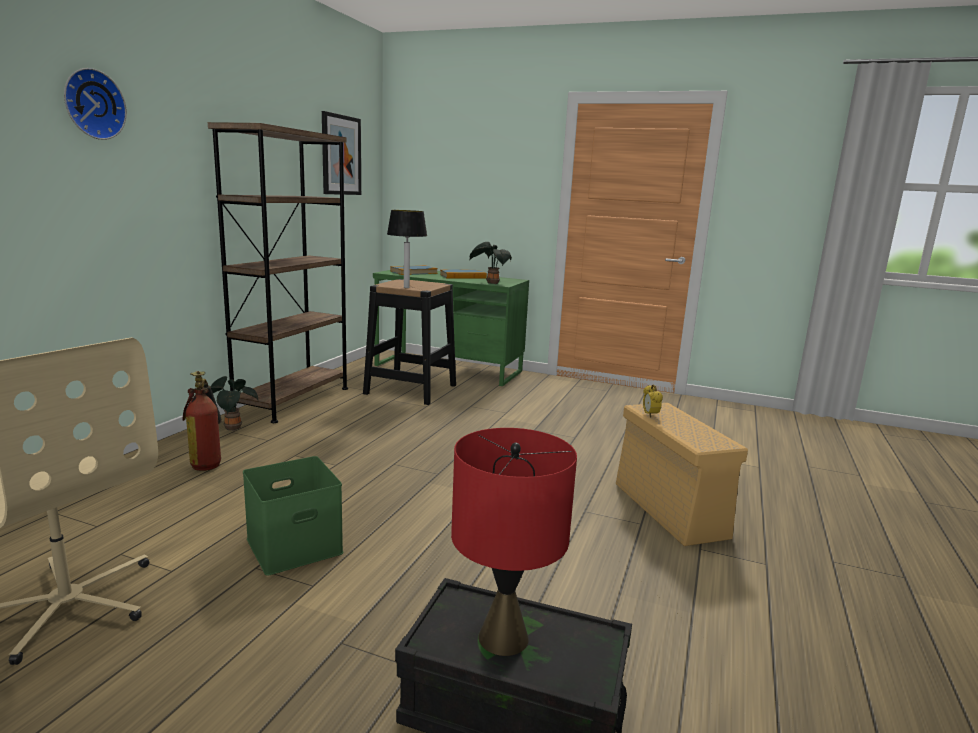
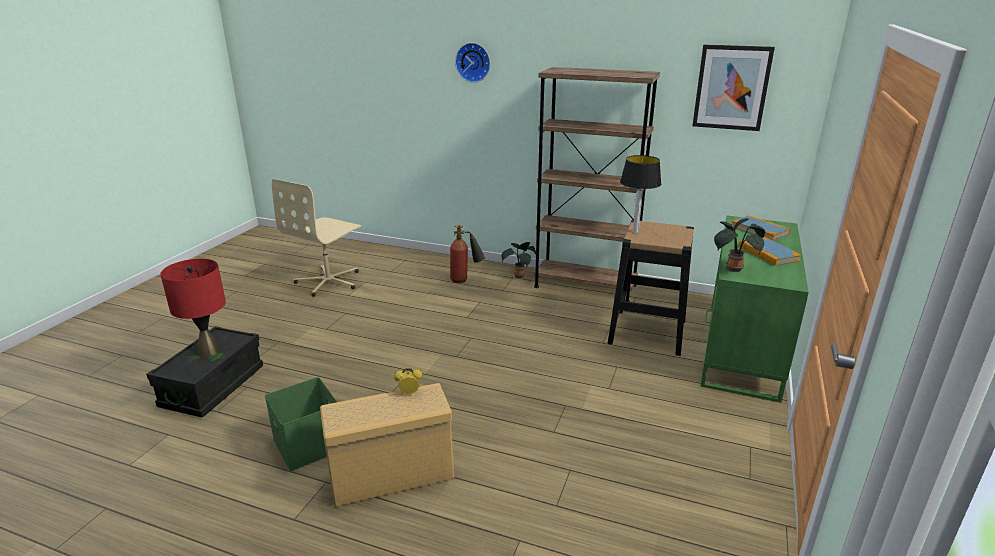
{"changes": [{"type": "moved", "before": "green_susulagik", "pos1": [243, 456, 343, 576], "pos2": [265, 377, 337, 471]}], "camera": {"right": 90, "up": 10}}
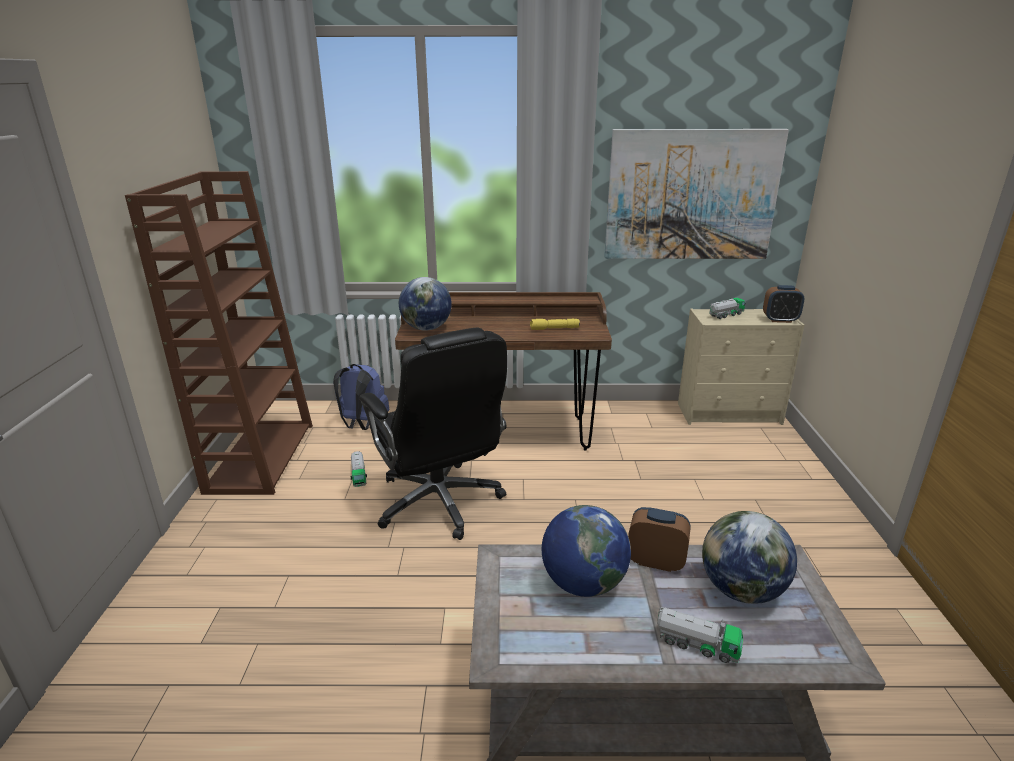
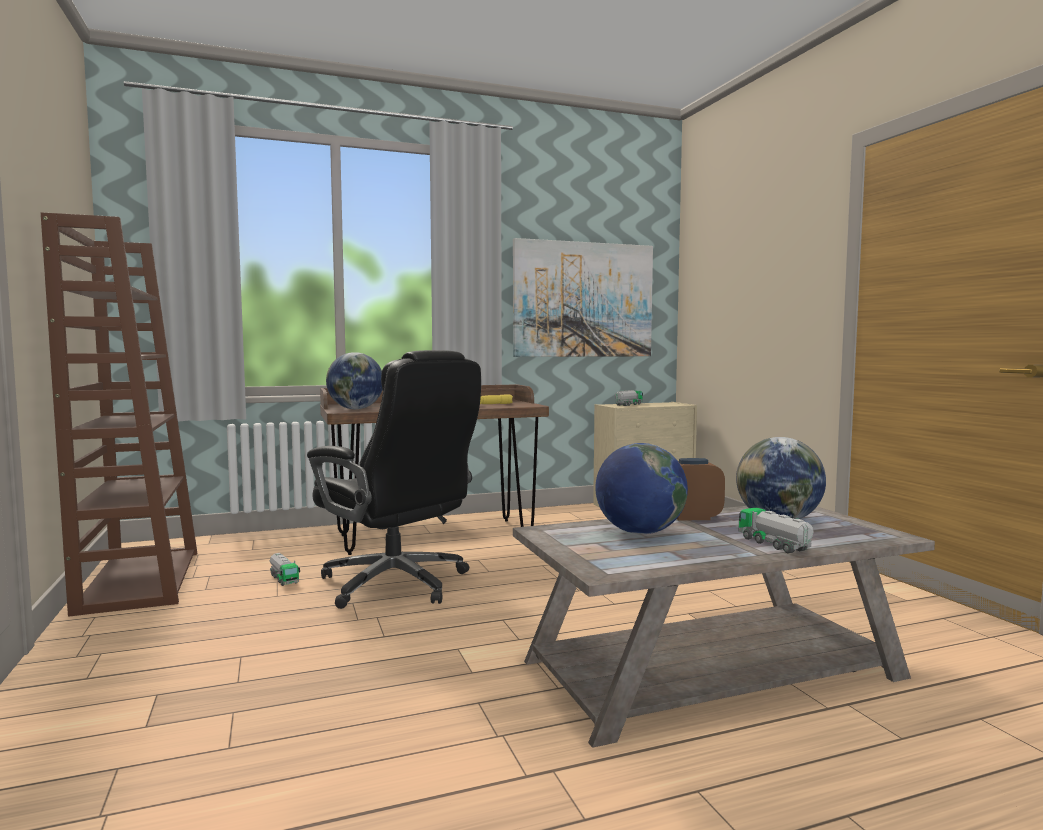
{"changes": [{"type": "turned", "before": "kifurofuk", "pos1": [657, 607, 743, 663], "pos2": [738, 508, 814, 553], "turn": -120}, {"type": "removed", "before": "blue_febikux", "pos1": [333, 364, 389, 430]}, {"type": "removed", "before": "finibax", "pos1": [763, 285, 804, 323]}], "camera": {"right": -20, "up": -20}}
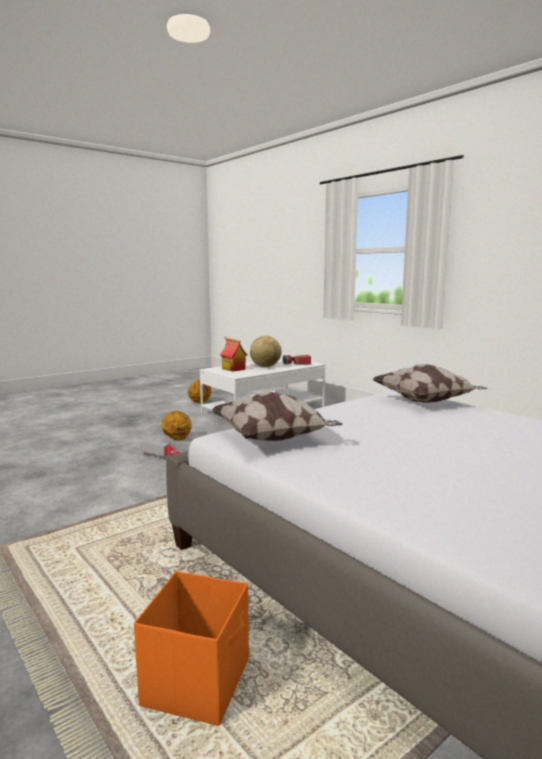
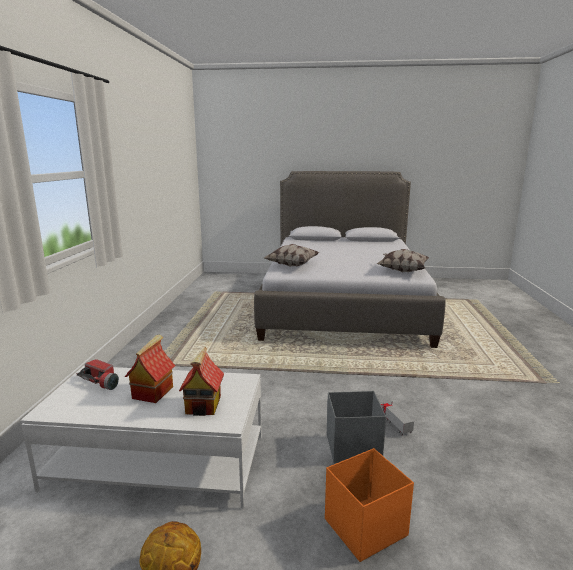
{"changes": [{"type": "replaced", "before": "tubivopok", "after": "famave", "pos1": [250, 336, 281, 367], "pos2": [125, 334, 175, 403]}, {"type": "moved", "before": "orange_susulagik", "pos1": [134, 571, 249, 726], "pos2": [325, 448, 414, 562]}, {"type": "replaced", "before": "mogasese", "after": "grey_susulagik", "pos1": [162, 411, 192, 441], "pos2": [327, 391, 386, 463]}], "camera": {"right": -135, "up": 5}}
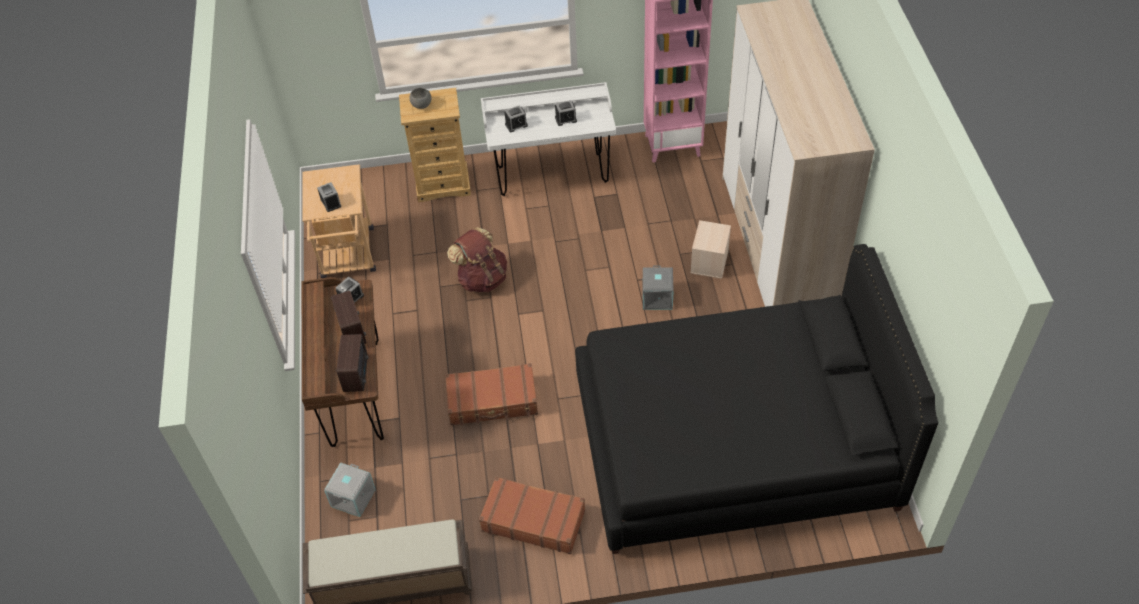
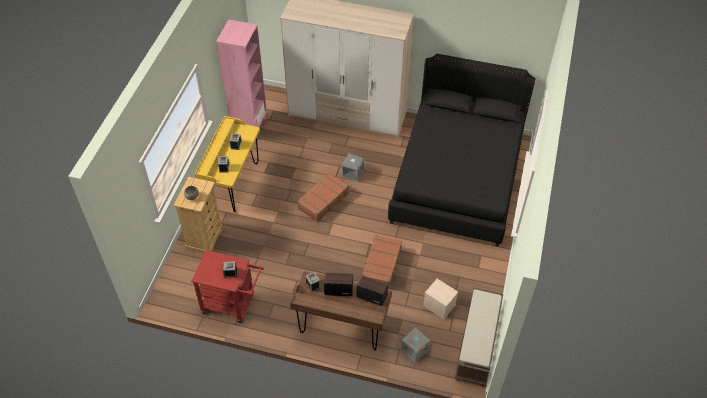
{"changes": [{"type": "recoloured", "before": "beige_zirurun", "after": "red_zirurun", "pos1": [302, 164, 376, 278], "pos2": [191, 250, 264, 323]}, {"type": "recoloured", "before": "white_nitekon", "after": "yellow_nitekon", "pos1": [481, 82, 616, 196], "pos2": [195, 116, 260, 213]}, {"type": "moved", "before": "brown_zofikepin", "pos1": [479, 477, 585, 554], "pos2": [297, 173, 349, 222]}, {"type": "moved", "before": "beige_susulagik", "pos1": [690, 220, 731, 279], "pos2": [423, 279, 458, 319]}, {"type": "removed", "before": "brown_febikux", "pos1": [447, 227, 507, 292]}], "camera": {"right": -70, "up": 0}}
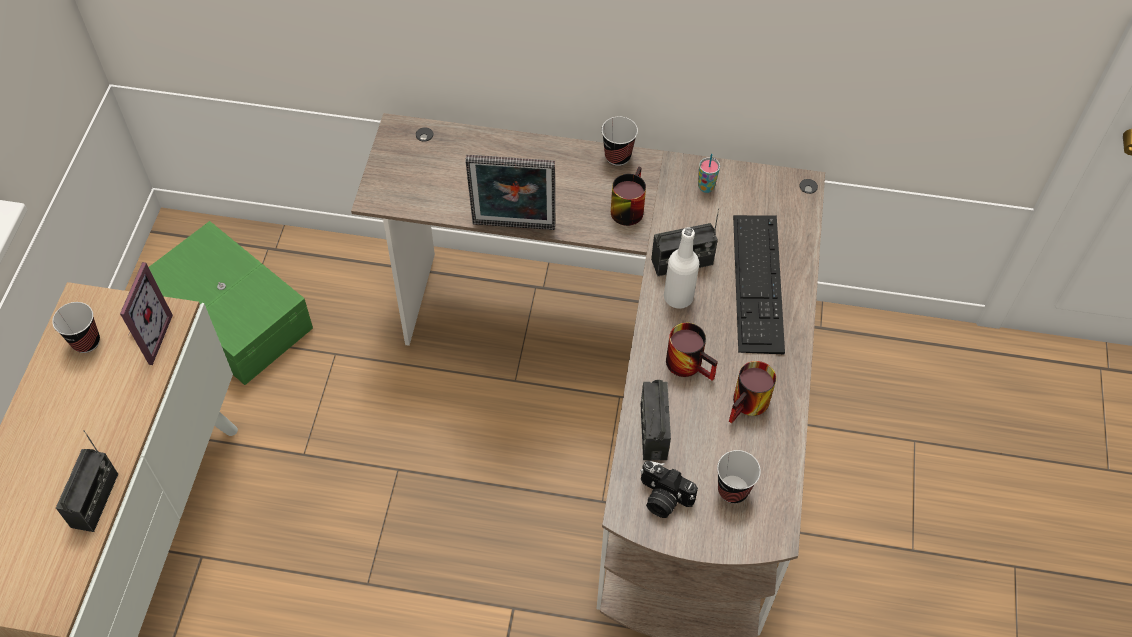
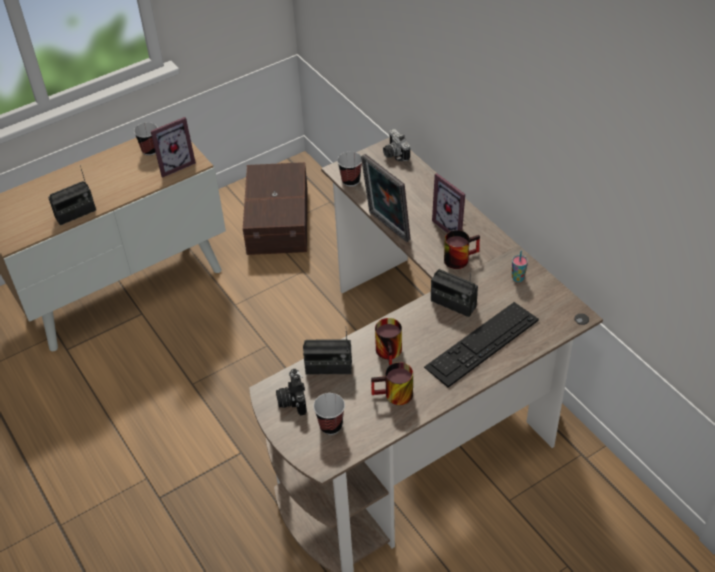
{"changes": [{"type": "recoloured", "before": "green_susulagik", "after": "brown_susulagik", "pos1": [149, 221, 313, 385], "pos2": [243, 162, 308, 255]}, {"type": "turned", "before": "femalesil", "pos1": [640, 380, 671, 460], "pos2": [303, 331, 352, 374], "turn": -135}, {"type": "moved", "before": "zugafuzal", "pos1": [602, 117, 638, 166], "pos2": [337, 152, 362, 187]}, {"type": "added", "after": "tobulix", "pos2": [383, 129, 410, 161]}, {"type": "added", "after": "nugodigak", "pos2": [432, 173, 465, 233]}, {"type": "removed", "before": "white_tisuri", "pos1": [664, 227, 699, 309]}], "camera": {"right": 50, "up": -10}}
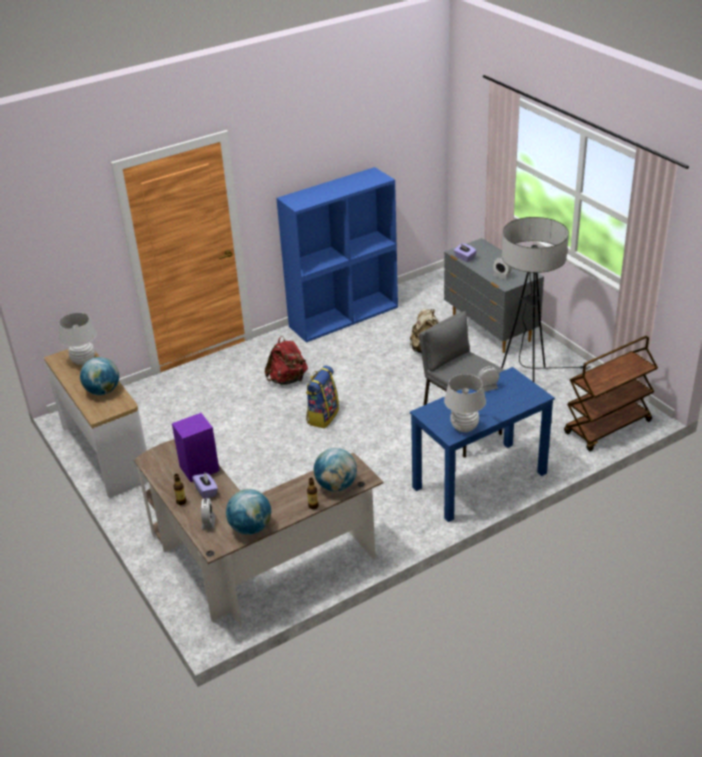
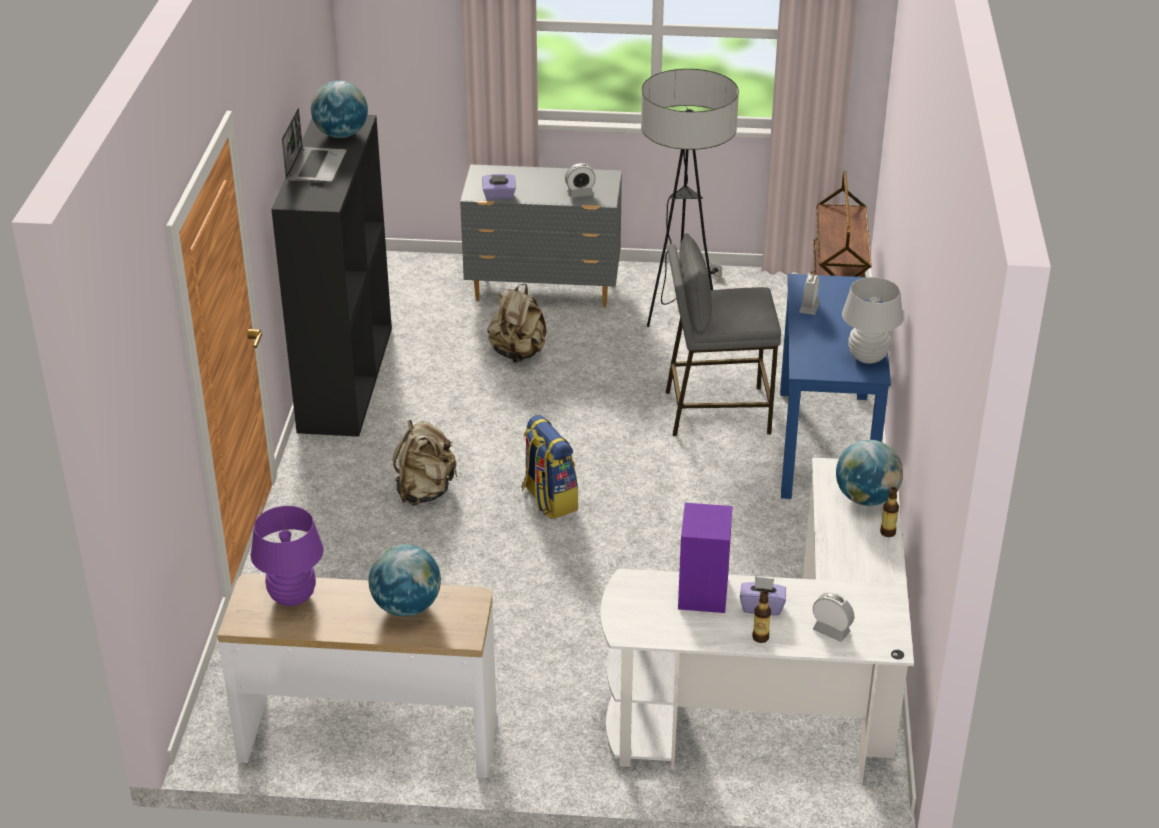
{"changes": [{"type": "recoloured", "before": "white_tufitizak", "after": "purple_tufitizak", "pos1": [59, 313, 97, 365], "pos2": [251, 506, 324, 606]}, {"type": "recoloured", "before": "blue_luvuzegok", "after": "black_luvuzegok", "pos1": [276, 167, 398, 343], "pos2": [271, 115, 392, 437]}, {"type": "added", "after": "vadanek", "pos2": [282, 108, 347, 183]}, {"type": "moved", "before": "tubivopok", "pos1": [226, 489, 271, 535], "pos2": [311, 81, 368, 138]}, {"type": "recoloured", "before": "red_febikux", "after": "beige_febikux", "pos1": [265, 336, 308, 385], "pos2": [393, 420, 458, 505]}, {"type": "recoloured", "before": "brown_nitekon", "after": "white_nitekon", "pos1": [134, 439, 383, 626], "pos2": [601, 457, 914, 781]}], "camera": {"right": -55, "up": 0}}
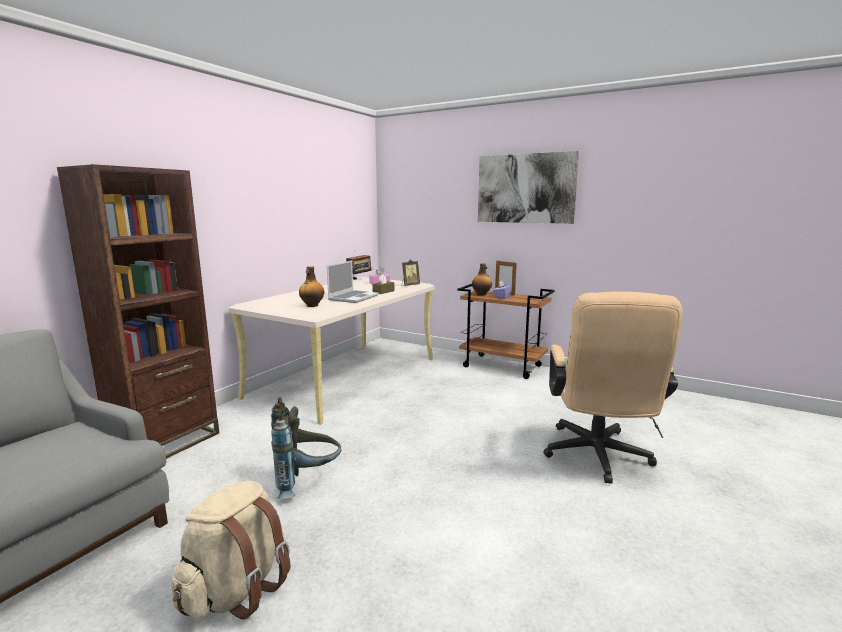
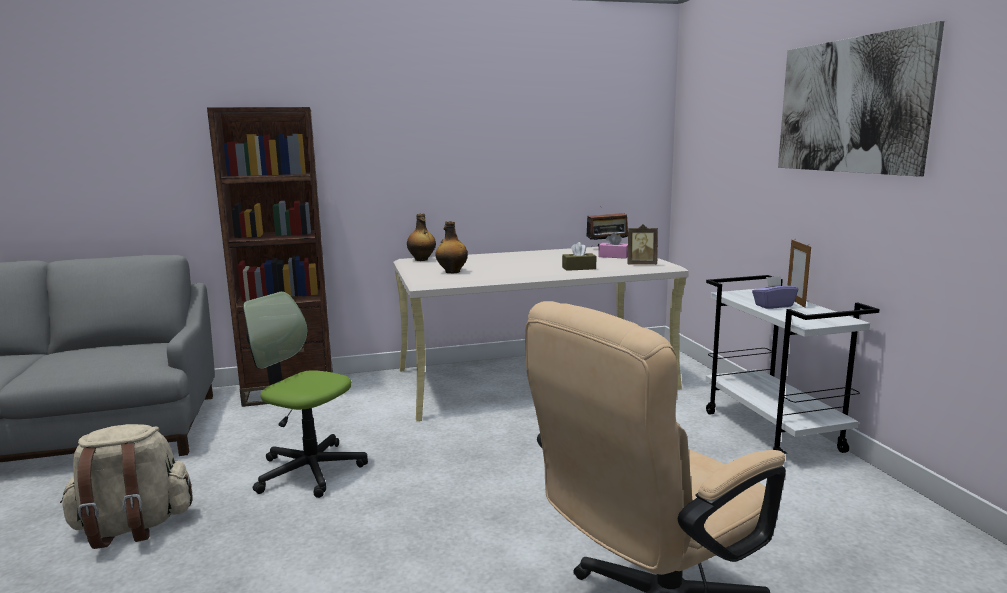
{"changes": [{"type": "replaced", "before": "grey_febikux", "after": "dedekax", "pos1": [271, 397, 341, 499], "pos2": [243, 292, 368, 498]}, {"type": "moved", "before": "tisuri", "pos1": [472, 263, 492, 296], "pos2": [407, 213, 436, 261]}, {"type": "recoloured", "before": "brown_zirurun", "after": "white_zirurun", "pos1": [457, 284, 555, 379], "pos2": [706, 275, 880, 454]}, {"type": "removed", "before": "vadanek", "pos1": [327, 261, 379, 303]}], "camera": {"right": 45, "up": 0}}
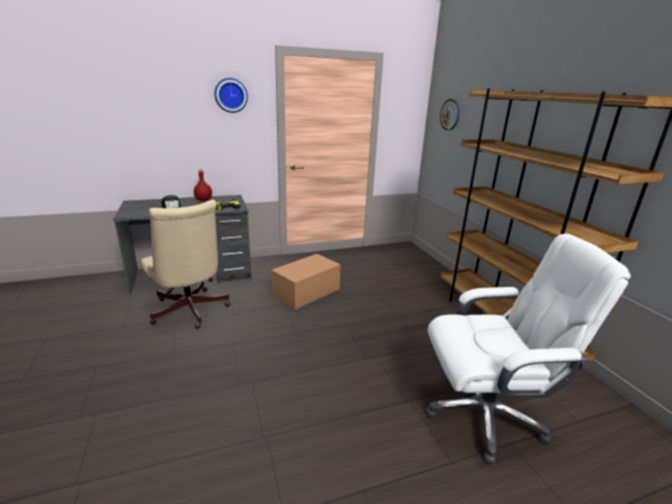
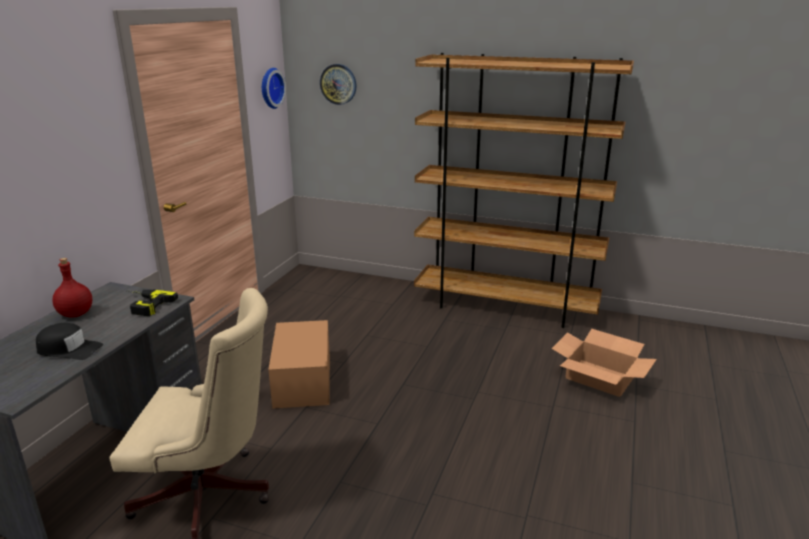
{"changes": [{"type": "moved", "before": "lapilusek", "pos1": [215, 78, 248, 113], "pos2": [262, 68, 286, 109]}, {"type": "replaced", "before": "white_dedekax", "after": "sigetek", "pos1": [425, 234, 631, 464], "pos2": [551, 329, 657, 397]}], "camera": {"right": -50, "up": 0}}
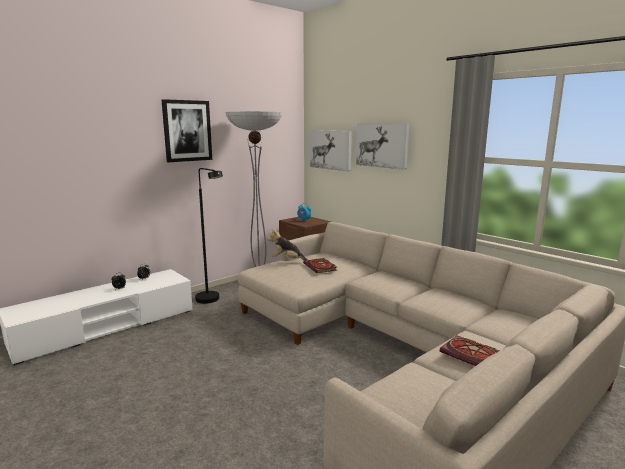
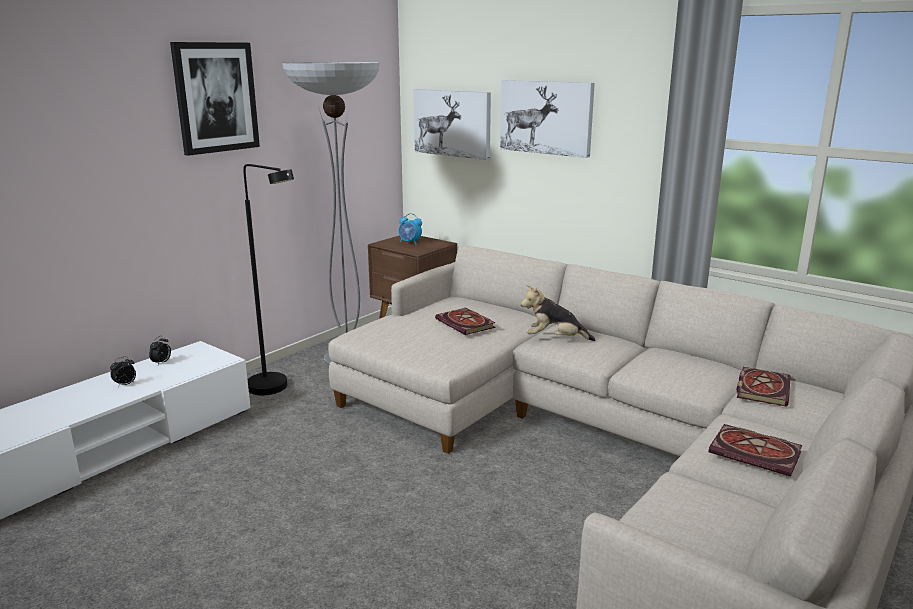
{"changes": [{"type": "moved", "before": "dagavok", "pos1": [267, 229, 308, 261], "pos2": [521, 285, 595, 341]}, {"type": "added", "after": "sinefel", "pos2": [737, 367, 791, 407]}], "camera": {"right": -10, "up": 5}}
